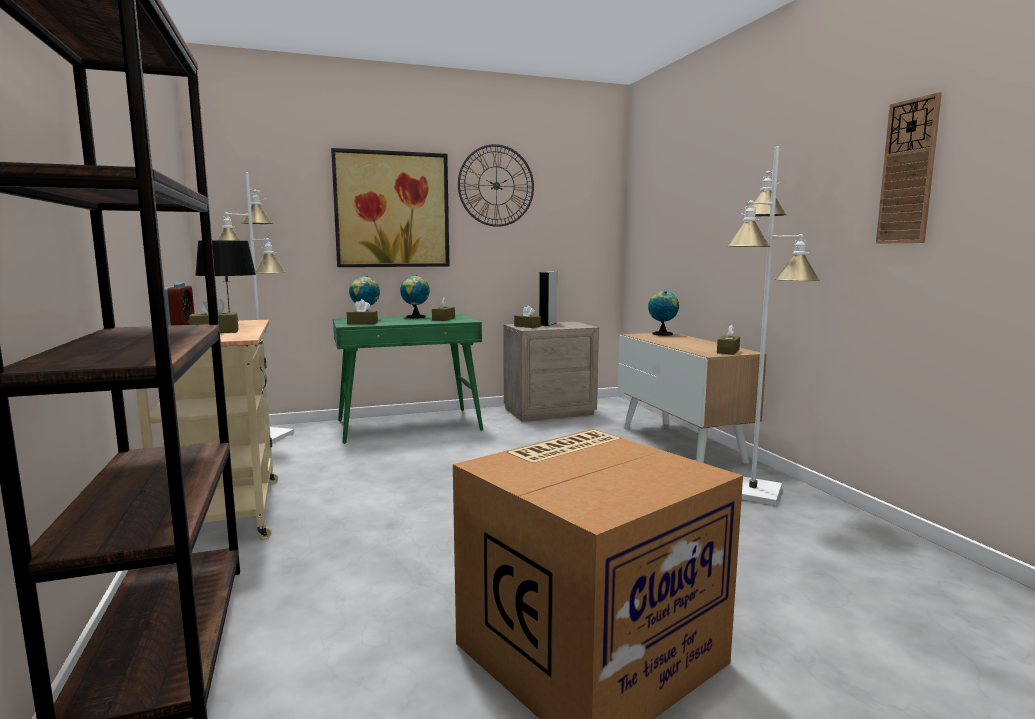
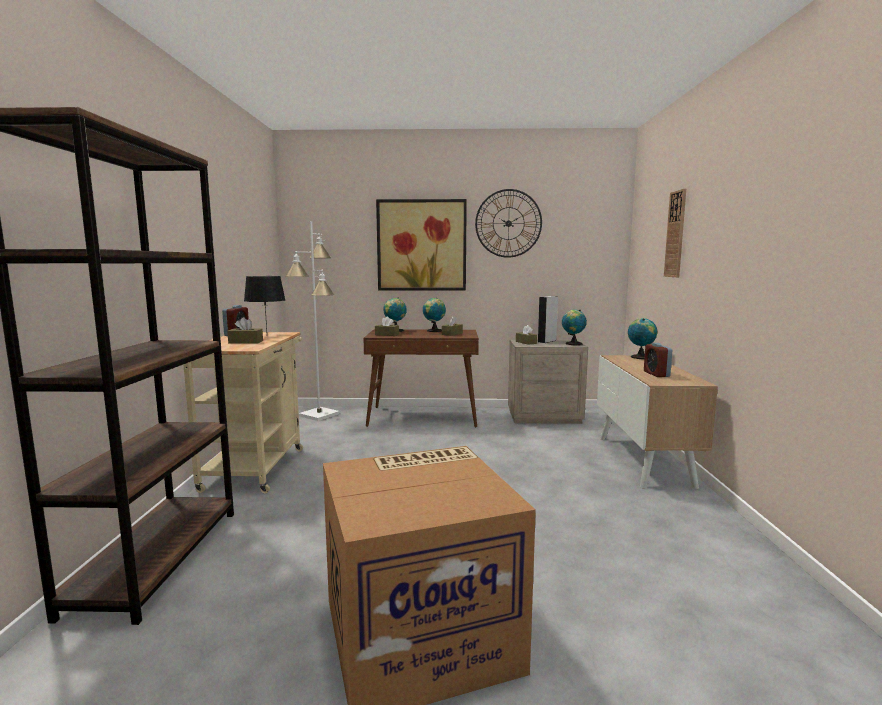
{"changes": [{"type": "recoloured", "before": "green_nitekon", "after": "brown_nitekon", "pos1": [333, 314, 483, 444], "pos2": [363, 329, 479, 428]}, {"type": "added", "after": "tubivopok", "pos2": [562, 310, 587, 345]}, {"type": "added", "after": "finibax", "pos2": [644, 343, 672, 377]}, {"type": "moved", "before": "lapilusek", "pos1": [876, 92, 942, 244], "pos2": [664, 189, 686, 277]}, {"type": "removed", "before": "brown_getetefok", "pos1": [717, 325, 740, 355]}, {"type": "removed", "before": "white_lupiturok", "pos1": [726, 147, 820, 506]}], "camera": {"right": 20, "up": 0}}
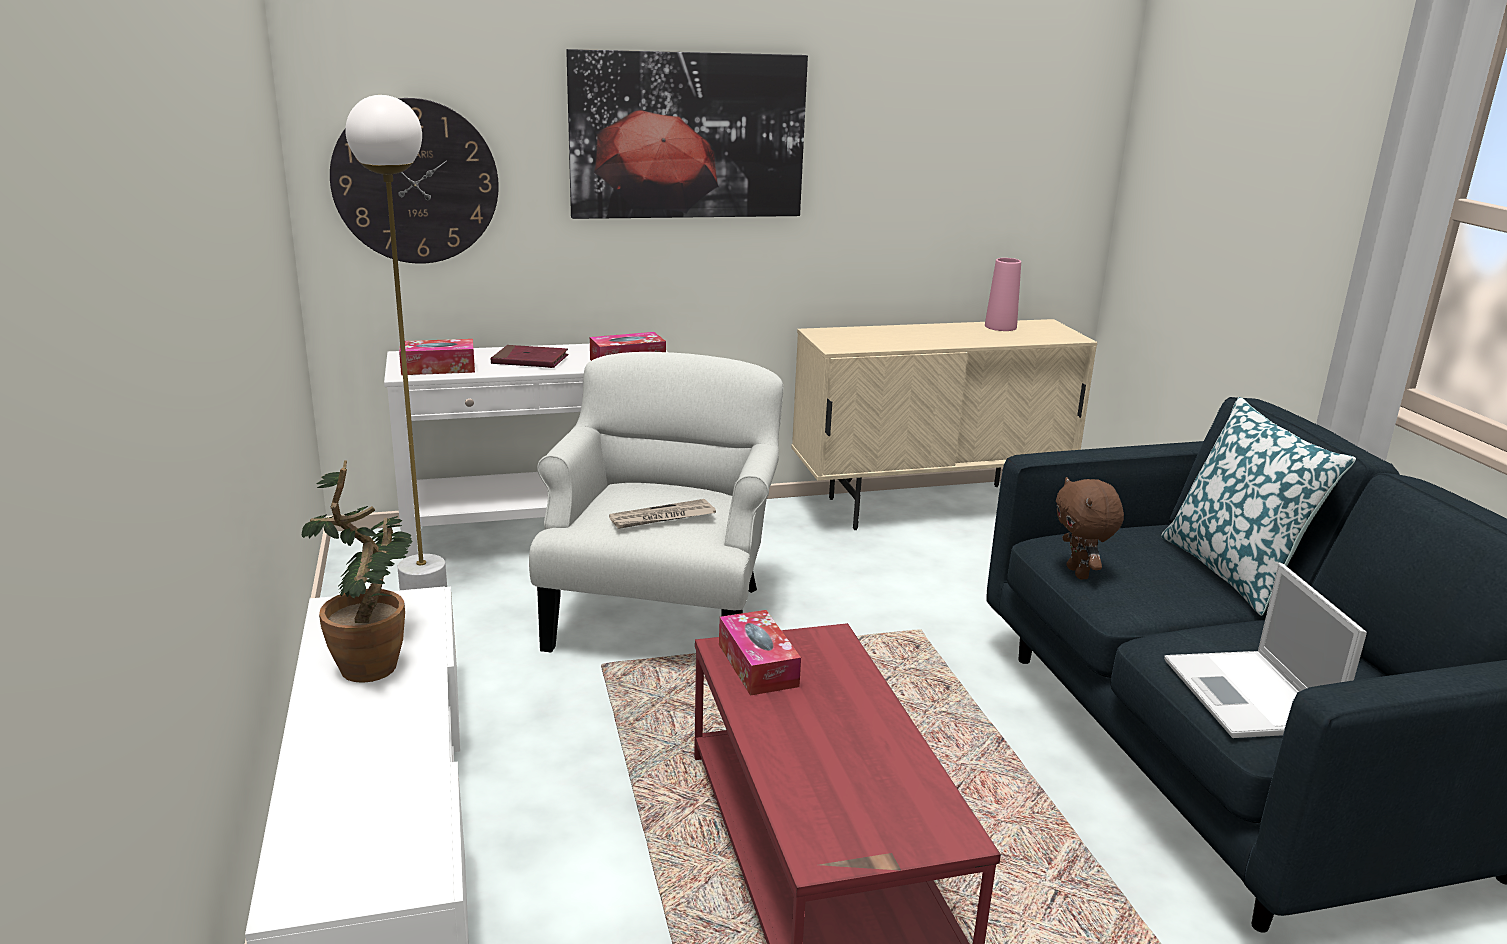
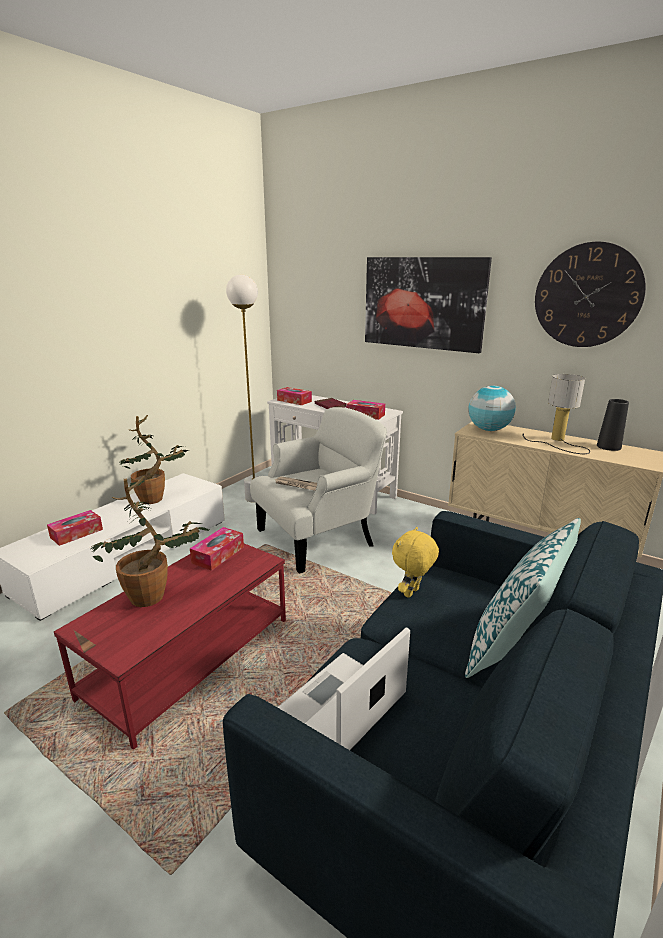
{"changes": [{"type": "added", "after": "getetefok", "pos2": [47, 510, 103, 546]}, {"type": "added", "after": "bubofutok", "pos2": [91, 476, 209, 607]}, {"type": "recoloured", "before": "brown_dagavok", "after": "yellow_dagavok", "pos1": [1056, 477, 1124, 579], "pos2": [392, 527, 439, 598]}, {"type": "added", "after": "tubivopok", "pos2": [468, 386, 516, 431]}, {"type": "added", "after": "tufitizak", "pos2": [522, 374, 590, 454]}, {"type": "moved", "before": "lapilusek", "pos1": [330, 98, 499, 264], "pos2": [535, 242, 646, 347]}, {"type": "recoloured", "before": "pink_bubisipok", "after": "black_bubisipok", "pos1": [985, 258, 1021, 331], "pos2": [597, 399, 629, 451]}], "camera": {"right": 50, "up": 0}}
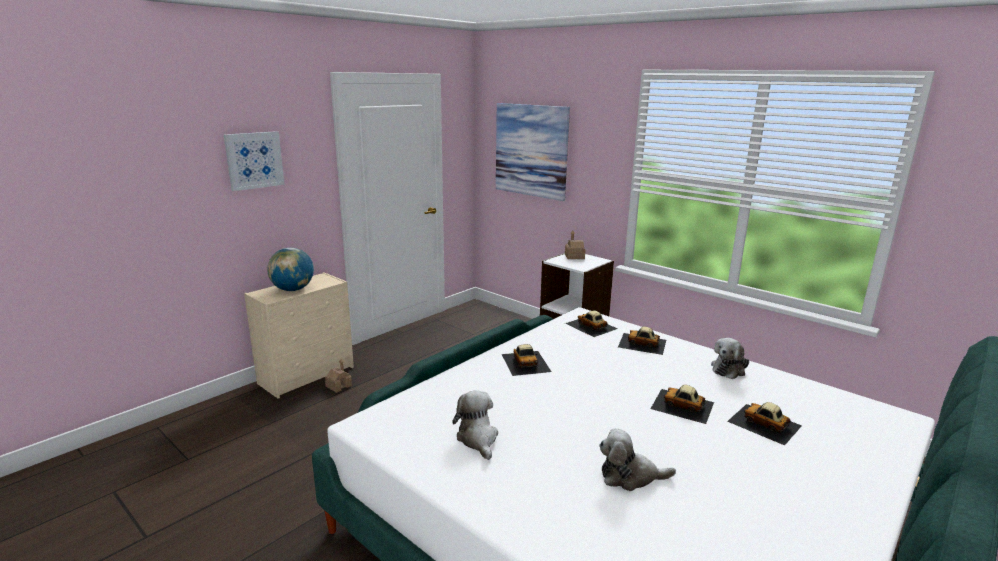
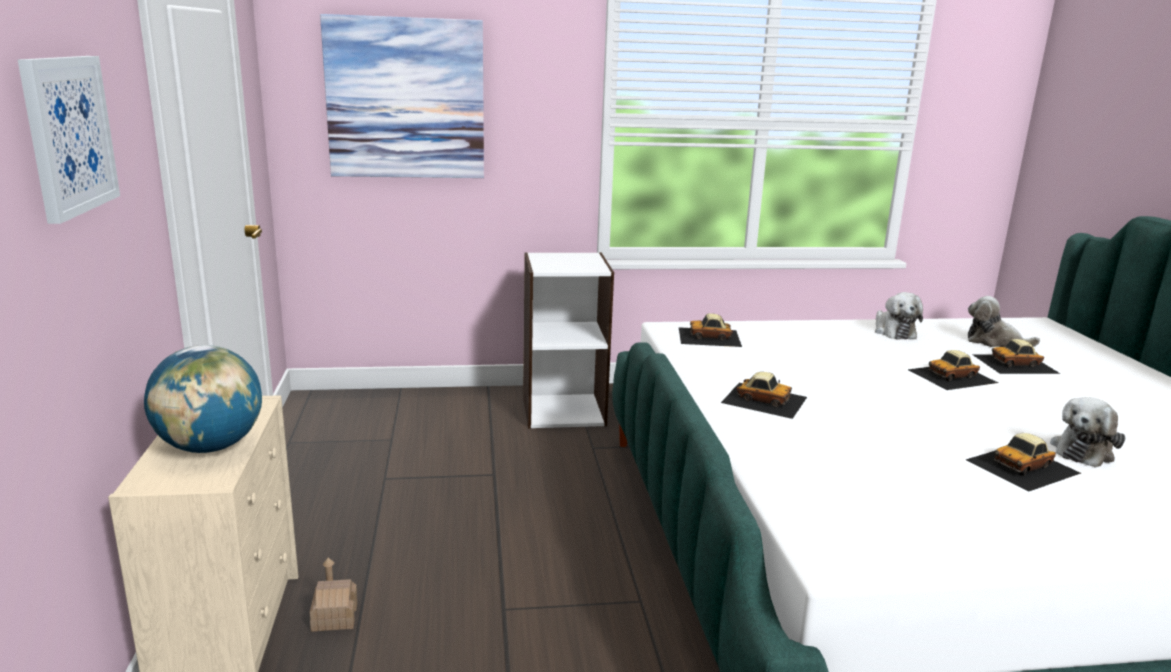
{"changes": [{"type": "moved", "before": "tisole", "pos1": [618, 326, 666, 355], "pos2": [966, 433, 1081, 492]}, {"type": "moved", "before": "dagavok", "pos1": [452, 391, 498, 460], "pos2": [968, 296, 1040, 347]}, {"type": "removed", "before": "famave", "pos1": [565, 231, 586, 259]}], "camera": {"right": -50, "up": 0}}
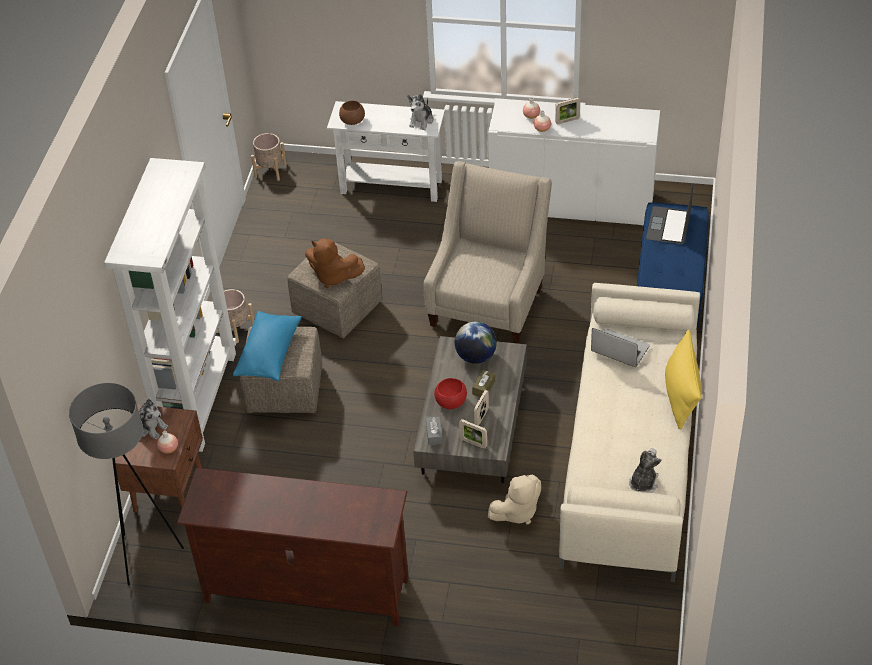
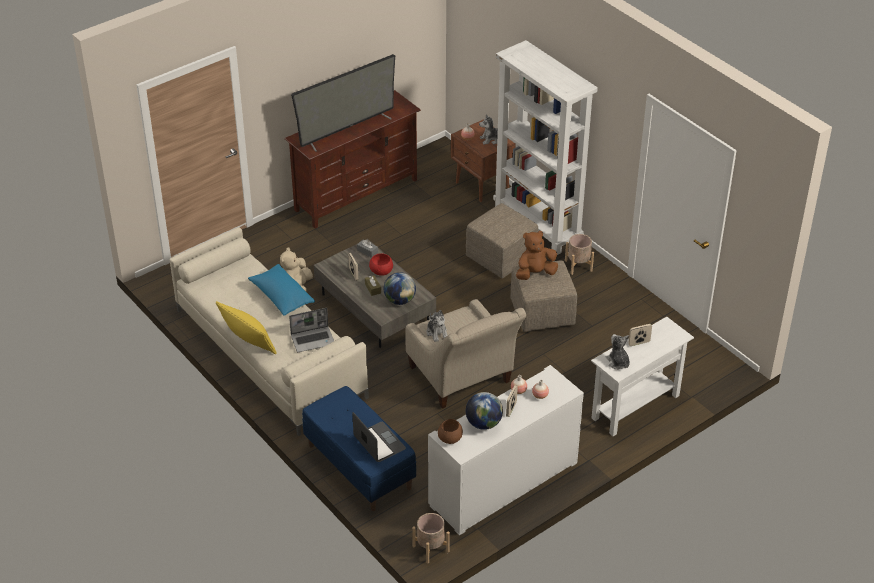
{"changes": [{"type": "moved", "before": "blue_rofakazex", "pos1": [233, 311, 302, 381], "pos2": [248, 264, 315, 316]}, {"type": "added", "after": "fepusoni", "pos2": [291, 54, 395, 152]}, {"type": "moved", "before": "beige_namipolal", "pos1": [251, 133, 287, 181], "pos2": [412, 513, 450, 563]}, {"type": "moved", "before": "dagavok", "pos1": [629, 448, 662, 493], "pos2": [426, 310, 448, 342]}, {"type": "moved", "before": "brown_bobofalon", "pos1": [339, 100, 365, 125], "pos2": [438, 419, 463, 444]}, {"type": "added", "after": "tubivopok", "pos2": [466, 392, 503, 430]}, {"type": "moved", "before": "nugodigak", "pos1": [459, 419, 487, 449], "pos2": [628, 324, 652, 346]}, {"type": "removed", "before": "grey_lupiturok", "pos1": [69, 383, 184, 585]}], "camera": {"right": 130, "up": -5}}
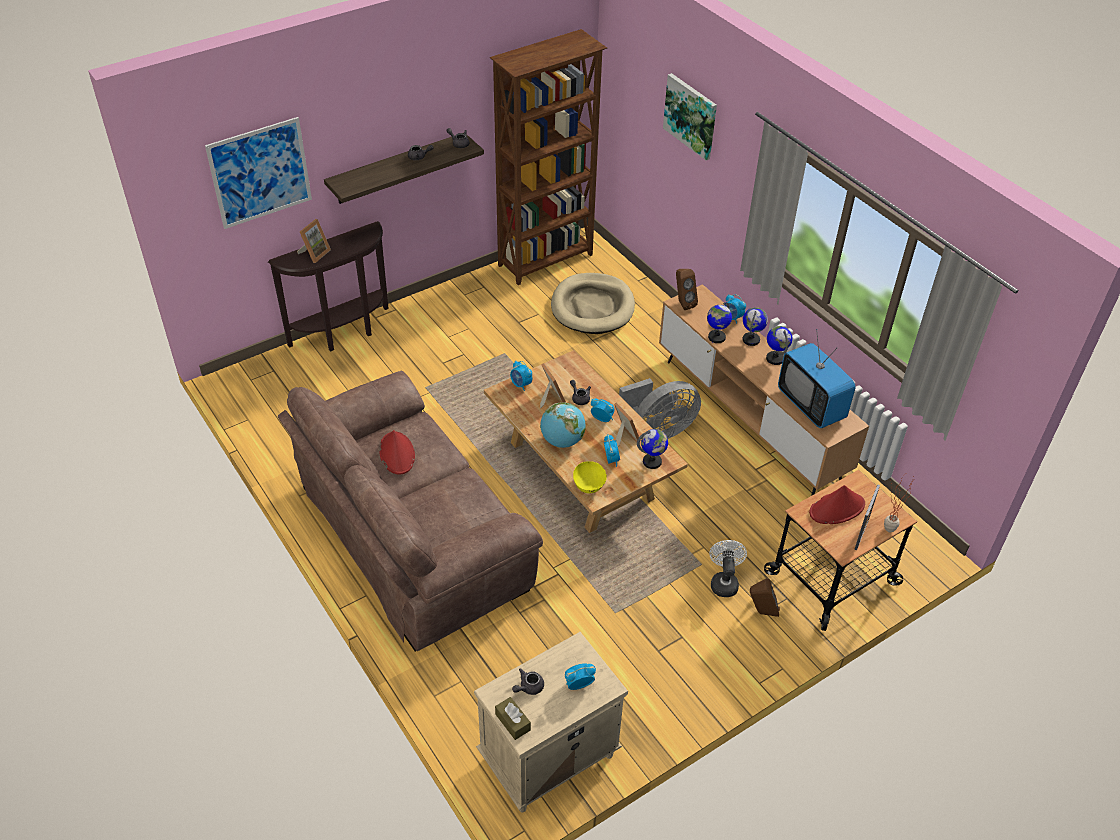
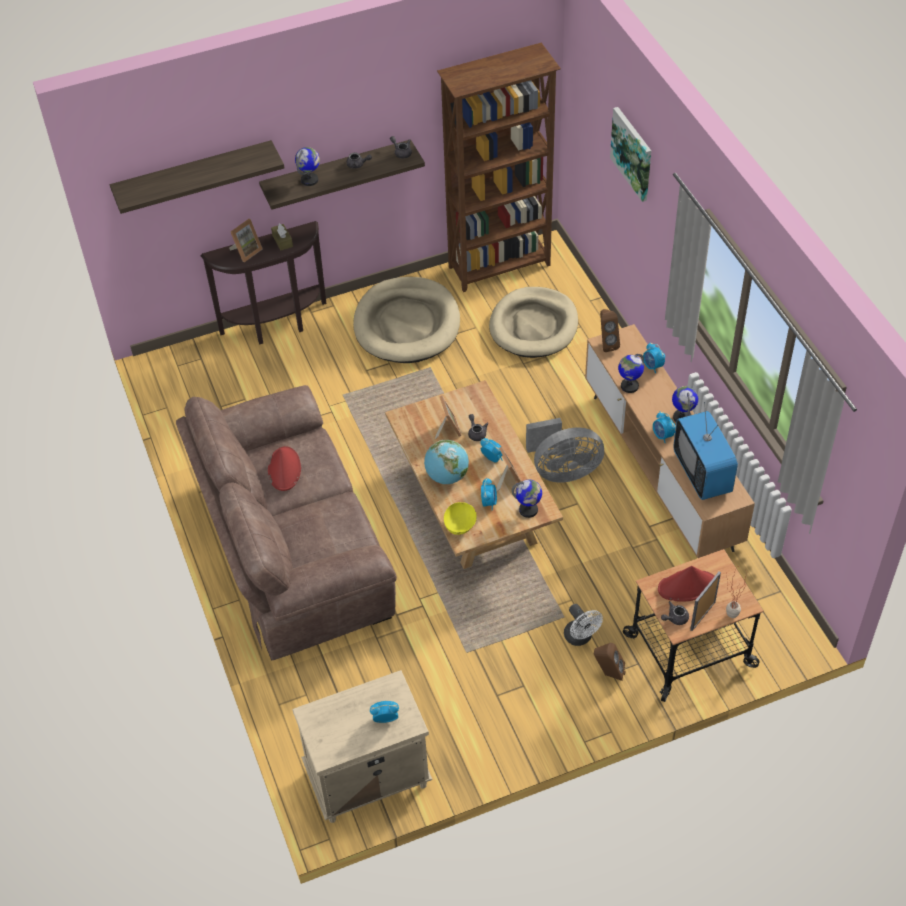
{"changes": [{"type": "replaced", "before": "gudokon", "after": "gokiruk", "pos1": [205, 117, 312, 229], "pos2": [110, 140, 284, 214]}, {"type": "moved", "before": "brown_getetefok", "pos1": [495, 697, 531, 740], "pos2": [271, 223, 293, 250]}, {"type": "moved", "before": "tubivopok", "pos1": [742, 307, 768, 346], "pos2": [295, 147, 320, 186]}, {"type": "added", "after": "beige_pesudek", "pos2": [353, 277, 460, 363]}, {"type": "turned", "before": "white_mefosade", "pos1": [709, 540, 747, 597], "pos2": [564, 604, 603, 646], "turn": 135}, {"type": "moved", "before": "finibax", "pos1": [510, 361, 532, 391], "pos2": [653, 411, 676, 443]}, {"type": "moved", "before": "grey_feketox", "pos1": [512, 668, 544, 695], "pos2": [661, 601, 689, 625]}], "camera": {"right": 15, "up": 5}}
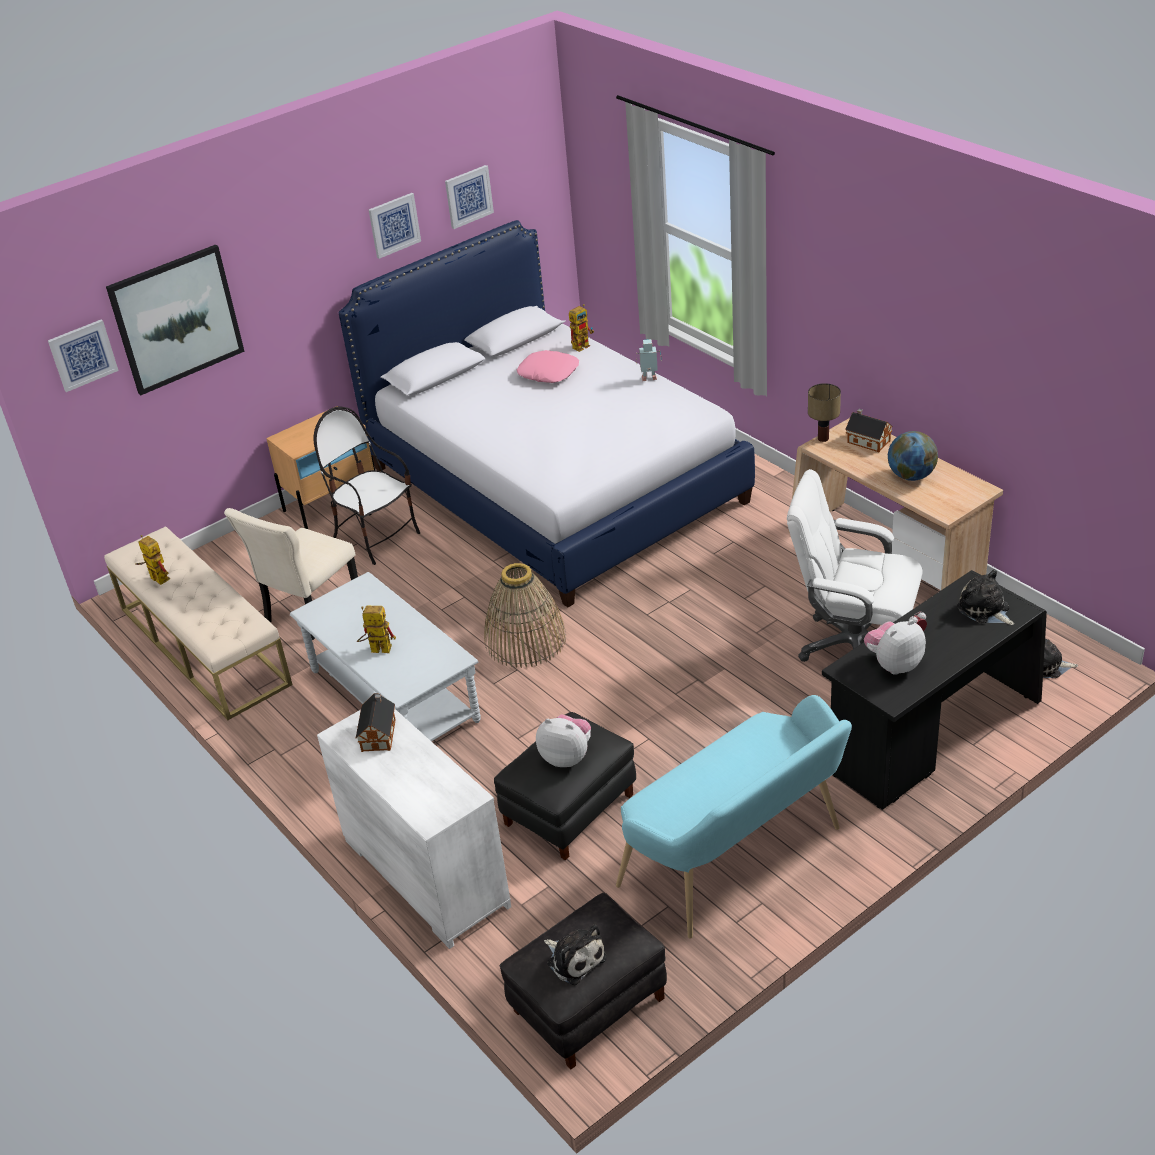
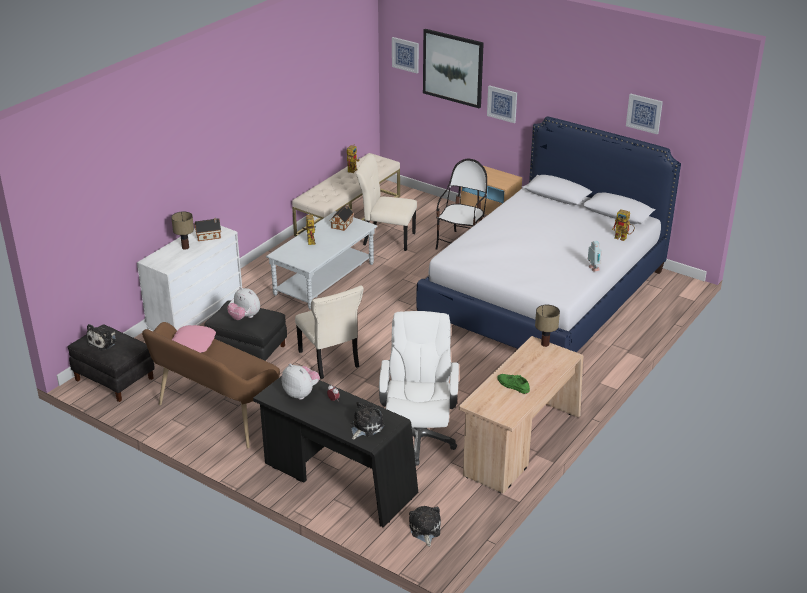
{"changes": [{"type": "recoloured", "before": "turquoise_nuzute", "after": "brown_nuzute", "pos1": [616, 695, 852, 939], "pos2": [142, 322, 280, 448]}, {"type": "added", "after": "tufitizak", "pos2": [171, 211, 194, 249]}, {"type": "moved", "before": "pink_rofakazex", "pos1": [517, 350, 579, 383], "pos2": [172, 325, 216, 353]}, {"type": "turned", "before": "dagavok", "pos1": [536, 715, 591, 767], "pos2": [227, 287, 260, 320], "turn": 120}, {"type": "added", "after": "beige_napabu", "pos2": [295, 286, 363, 379]}, {"type": "moved", "before": "famave", "pos1": [845, 409, 893, 452], "pos2": [330, 204, 354, 231]}, {"type": "moved", "before": "gudokon", "pos1": [369, 193, 421, 259], "pos2": [487, 85, 517, 123]}, {"type": "replaced", "before": "tubivopok", "after": "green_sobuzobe", "pos1": [888, 431, 938, 481], "pos2": [497, 374, 530, 394]}, {"type": "removed", "before": "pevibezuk", "pos1": [484, 563, 566, 668]}], "camera": {"right": 70, "up": -5}}
